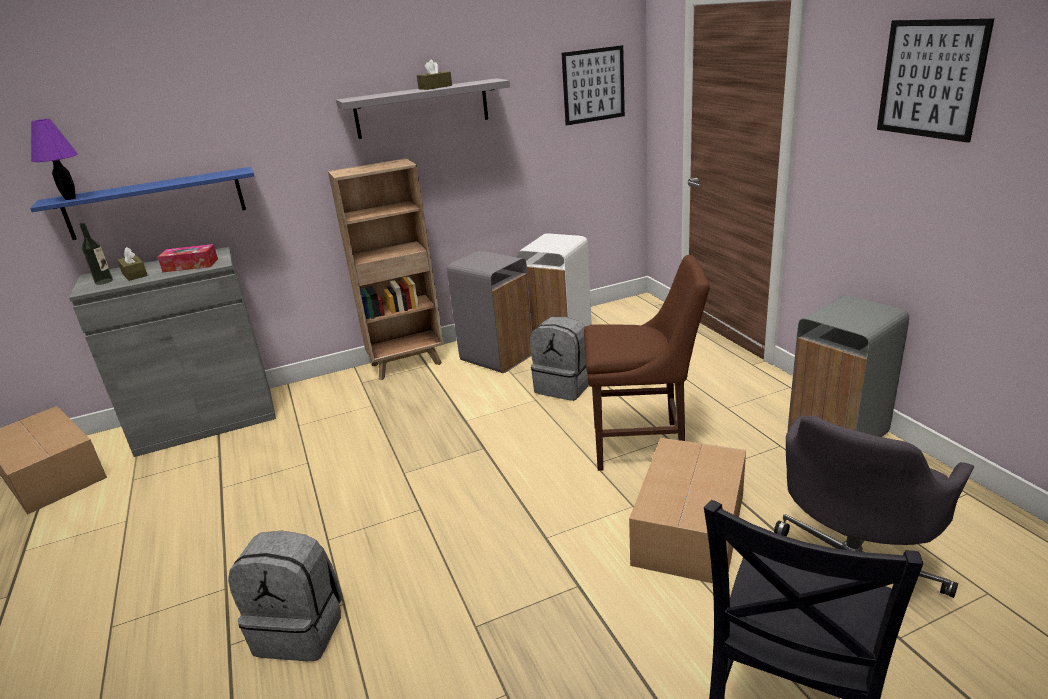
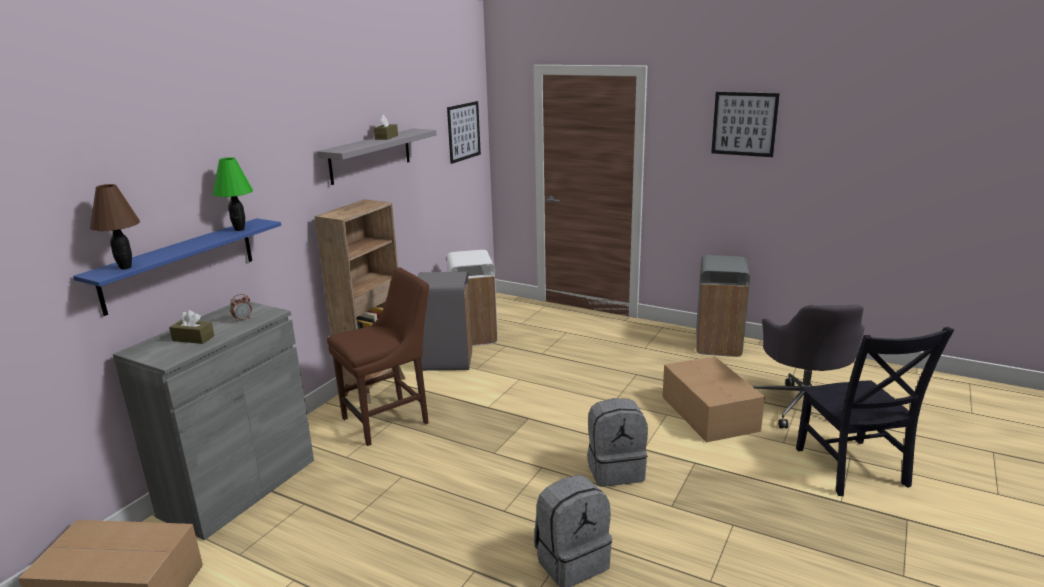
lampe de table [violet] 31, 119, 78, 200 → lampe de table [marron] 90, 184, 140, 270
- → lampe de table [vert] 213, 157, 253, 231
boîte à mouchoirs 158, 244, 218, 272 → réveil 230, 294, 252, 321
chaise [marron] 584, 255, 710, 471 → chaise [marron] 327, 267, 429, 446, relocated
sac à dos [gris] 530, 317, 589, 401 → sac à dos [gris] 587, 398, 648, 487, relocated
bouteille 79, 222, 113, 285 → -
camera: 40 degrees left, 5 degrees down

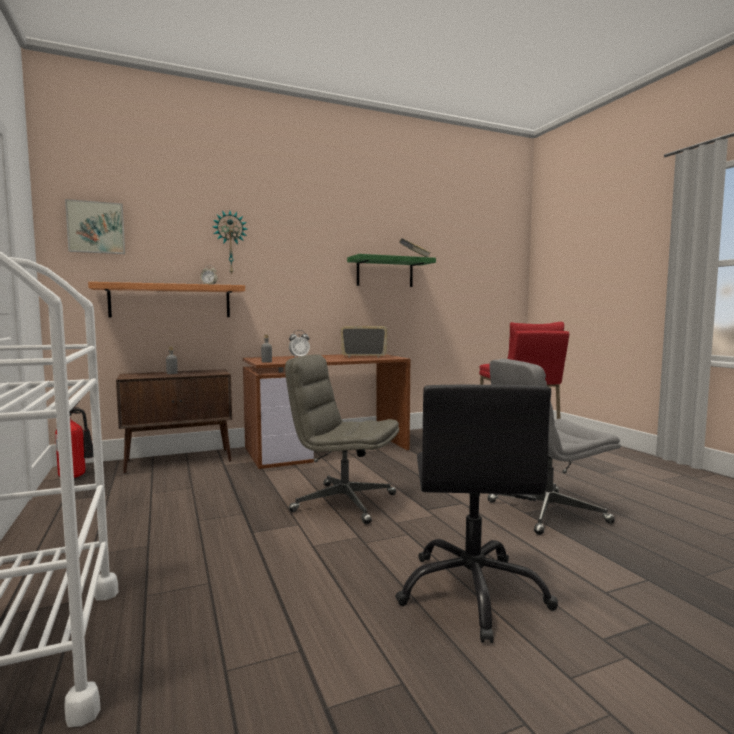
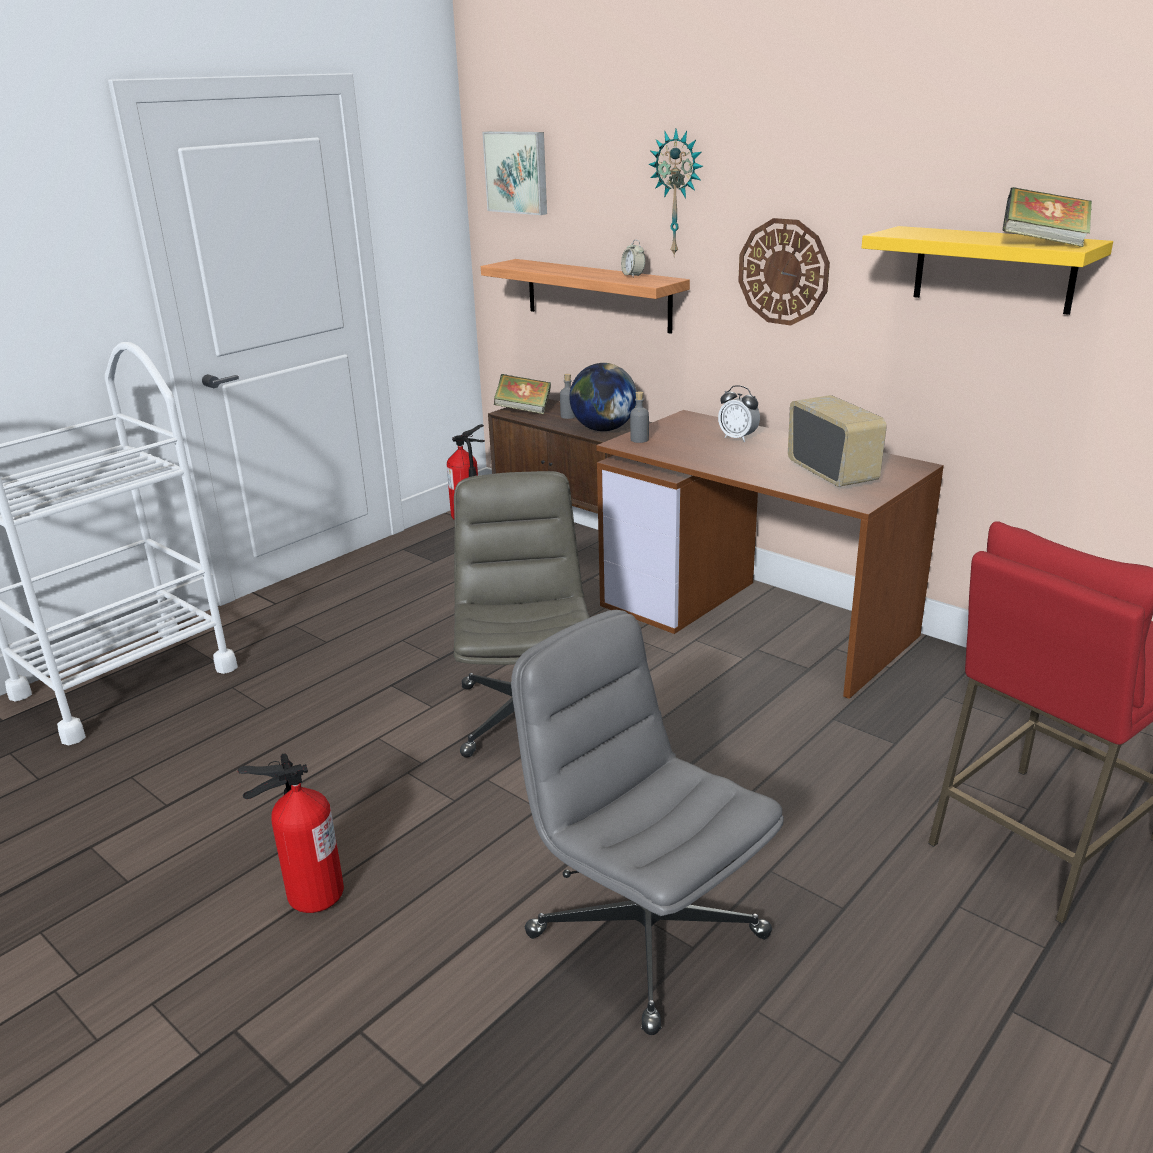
chaise de bureau [noir] 395, 385, 558, 643 → extincteur 238, 754, 344, 913
- → livre 494, 374, 551, 414
- → globe 569, 363, 637, 431
- → horloge murale 738, 218, 830, 325
étagère [vert] 347, 254, 436, 287 → étagère [jaune] 862, 226, 1113, 315
camera: 65 degrees right, 20 degrees up

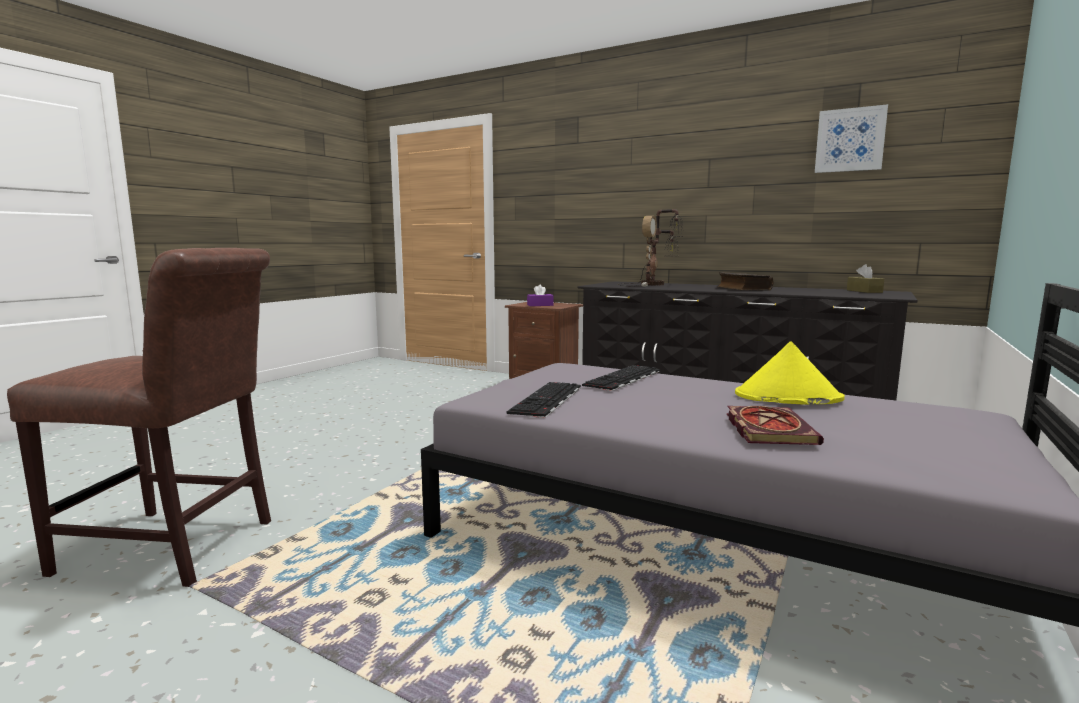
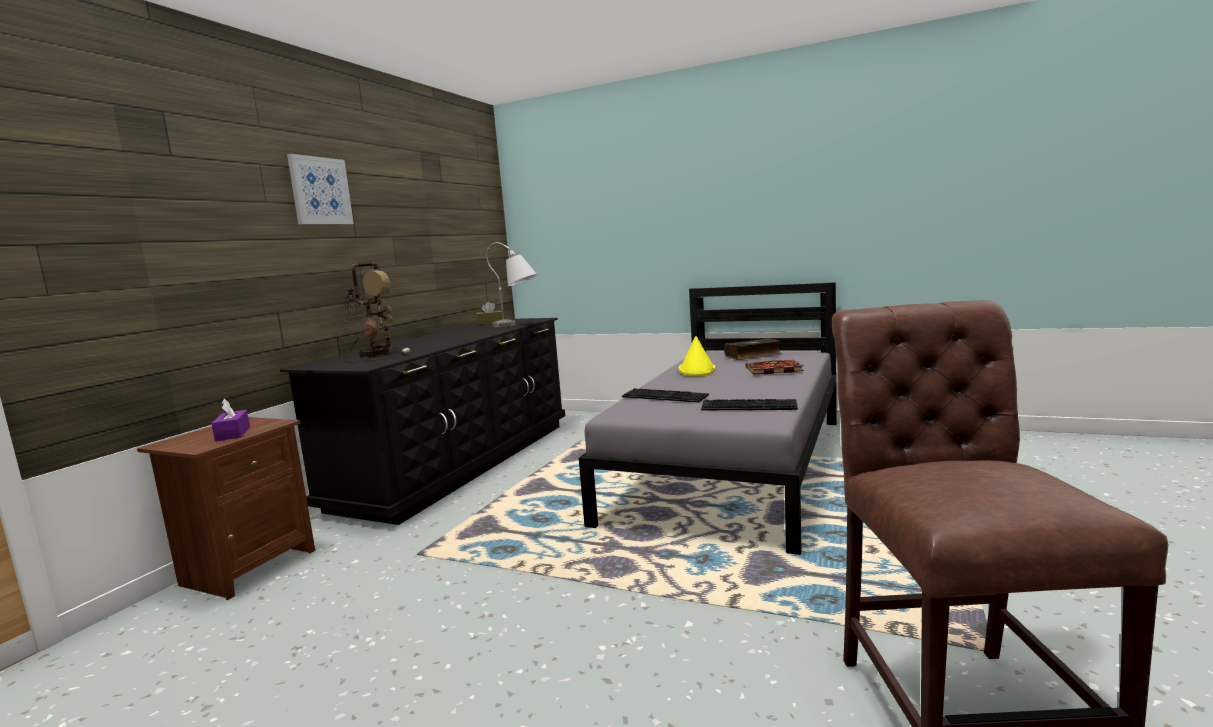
tableau 815, 104, 888, 173 → tableau 287, 154, 354, 224, relocated
- → lampe de table [gris] 486, 242, 537, 327
livre 717, 272, 774, 291 → livre 724, 338, 781, 360, relocated
camera: 95 degrees left, 0 degrees up

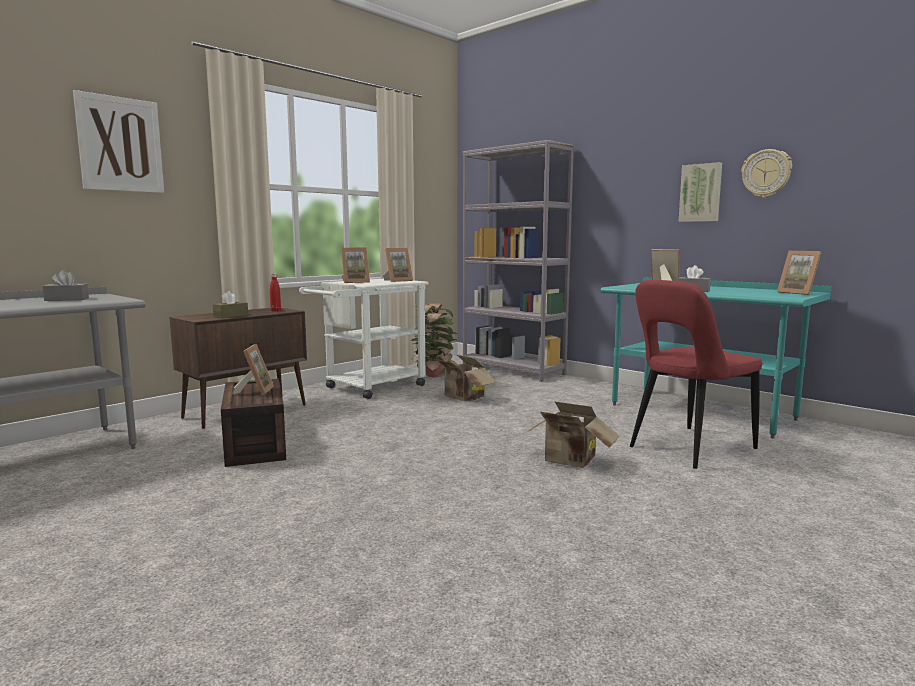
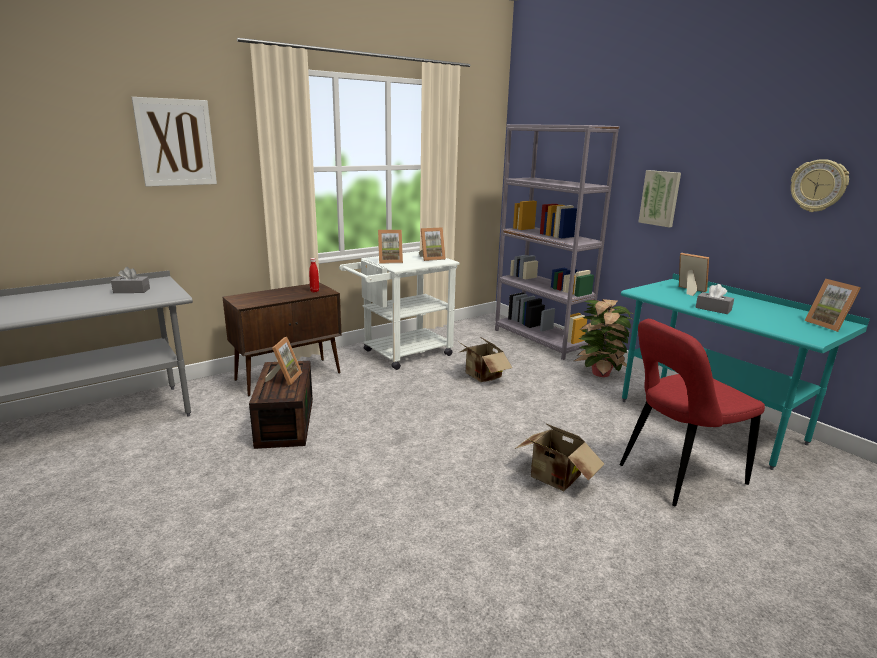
plante en pot 408, 304, 458, 377 → plante en pot 574, 299, 633, 377, relocated
tableau 679, 162, 722, 222 → tableau 639, 170, 681, 227, relocated
boîte à mouchoirs [marron] 213, 291, 248, 318 → -
camera: 10 degrees right, 10 degrees up

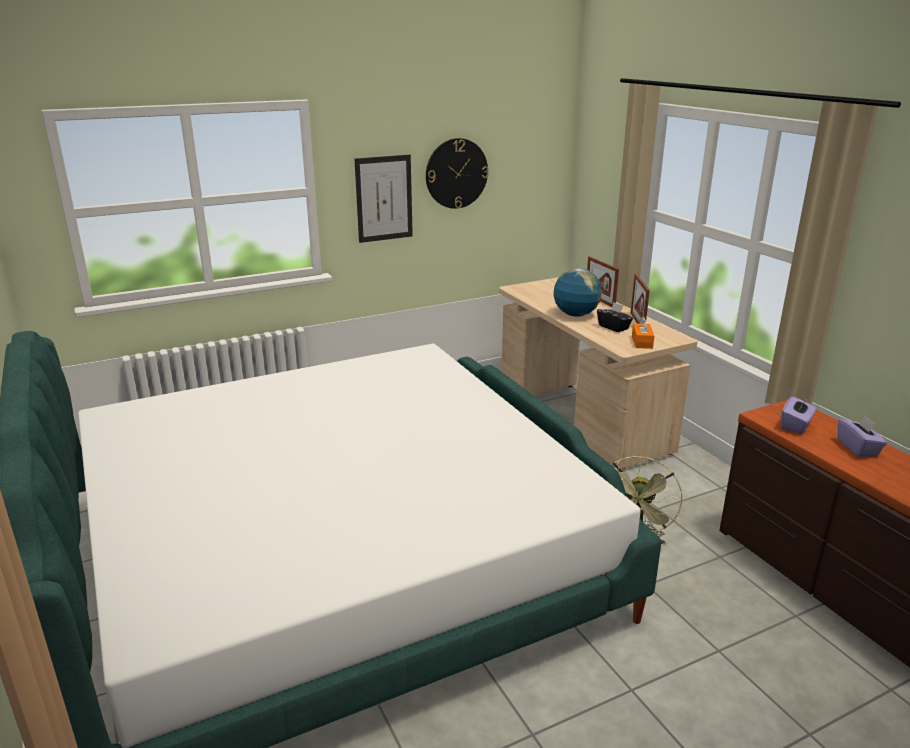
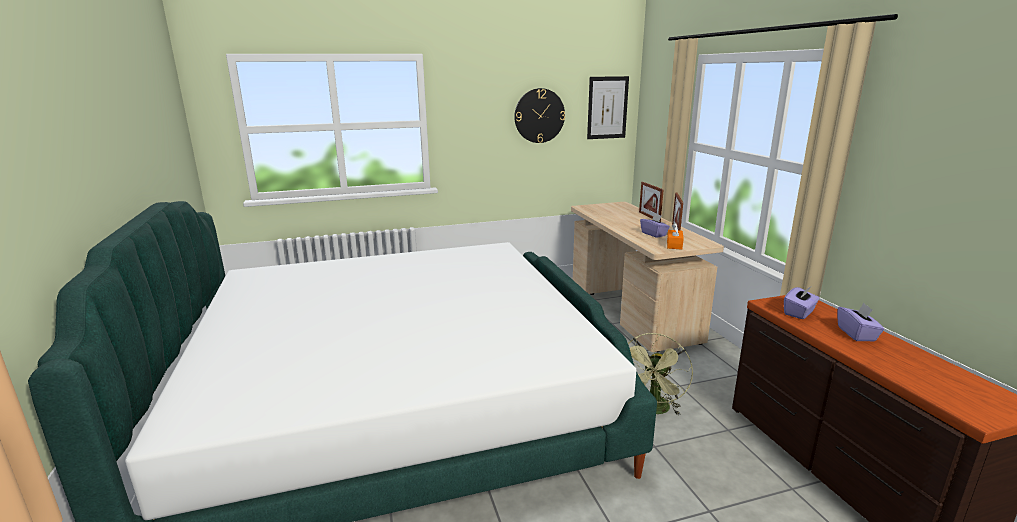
tableau 355, 155, 413, 243 → tableau 587, 76, 629, 139, relocated
boîte à mouchoirs [noir] 597, 302, 633, 332 → boîte à mouchoirs [violet] 640, 213, 670, 238
globe 553, 268, 602, 317 → -
camera: 10 degrees right, 5 degrees down

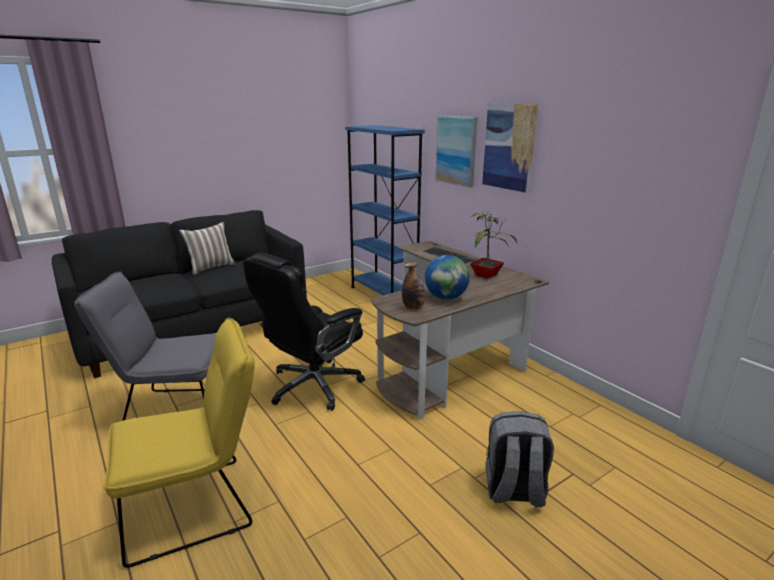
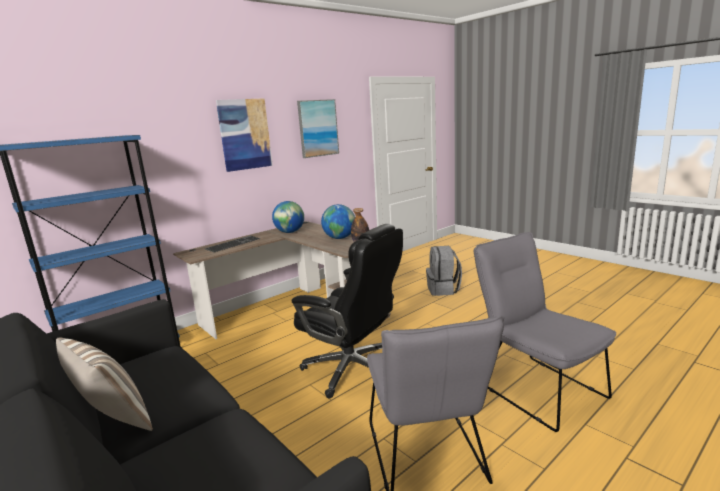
plante en pot 470, 213, 517, 279 → globe 272, 201, 304, 233
tableau 435, 115, 478, 188 → tableau 297, 99, 339, 158, relocated
chaise [jaune] 103, 318, 255, 568 → chaise [gris] 474, 232, 616, 432
camera: 95 degrees left, 5 degrees down

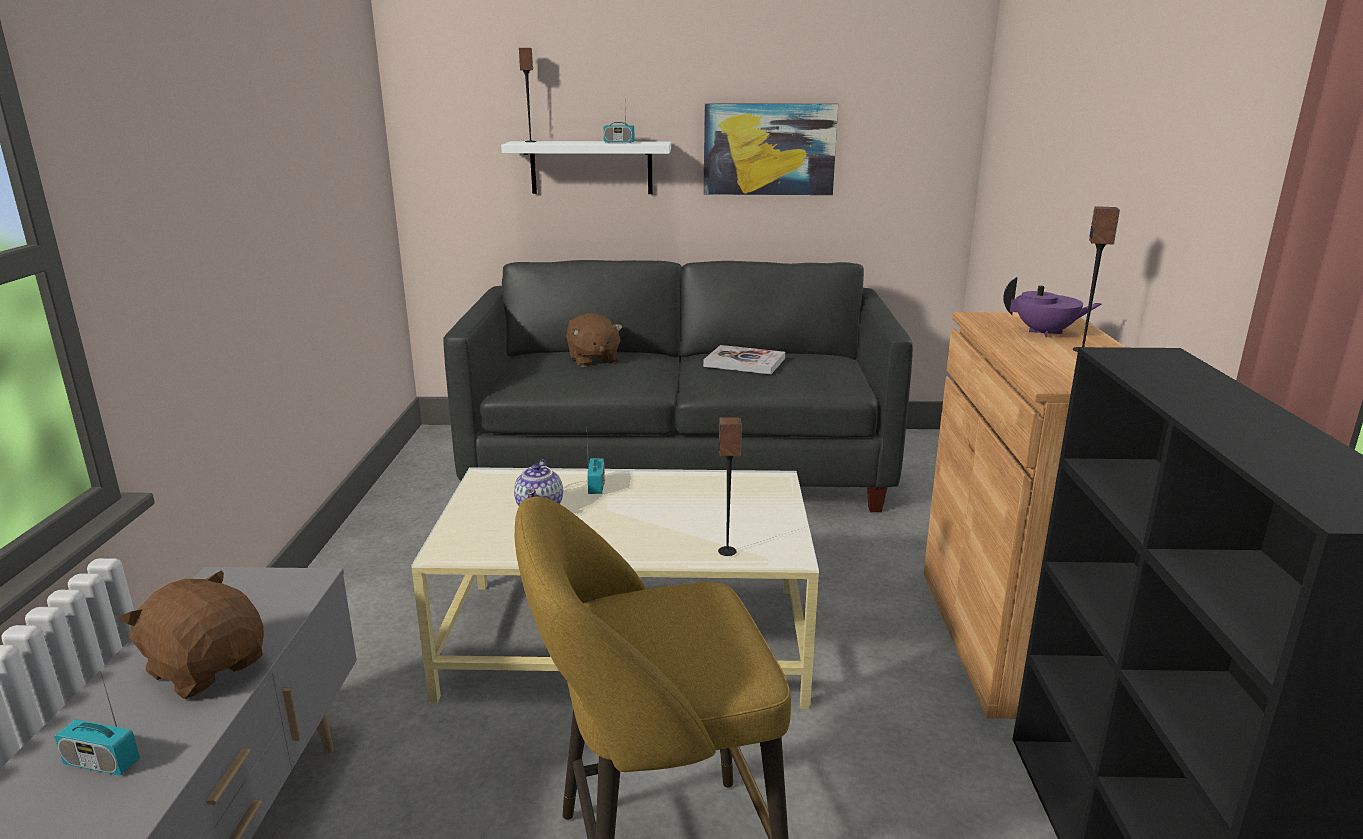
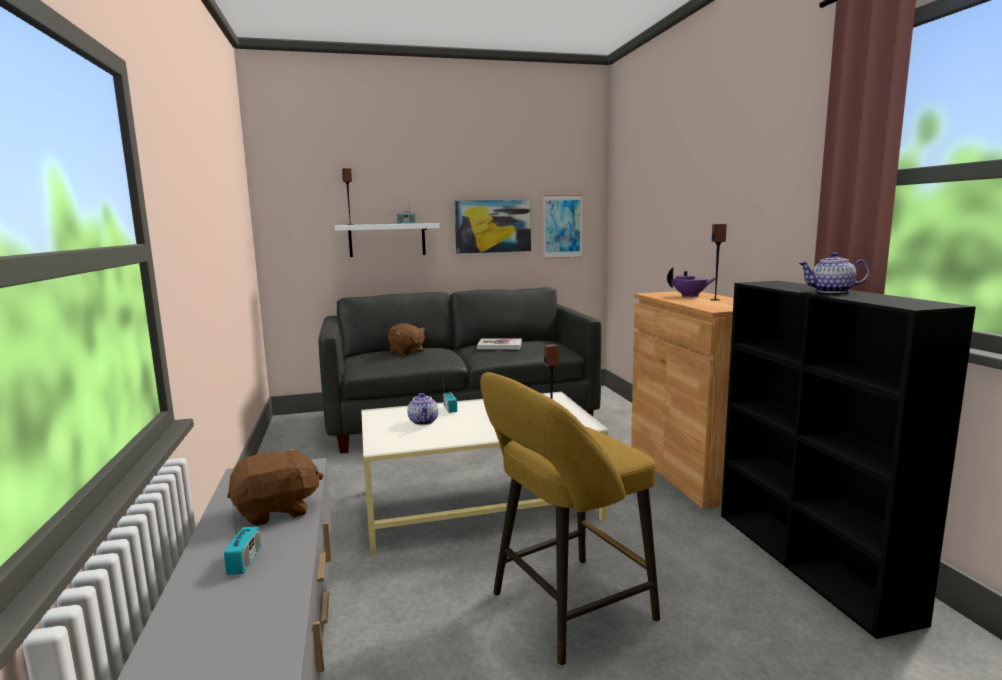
radio 54, 670, 140, 776 → radio 224, 492, 261, 574, 90 degrees counterclockwise
peluche [marron] 119, 571, 264, 699 → peluche [marron] 227, 448, 324, 526, 135 degrees clockwise
- → tableau 543, 195, 583, 259
- → théière 799, 252, 870, 293
camera: 15 degrees left, 10 degrees down

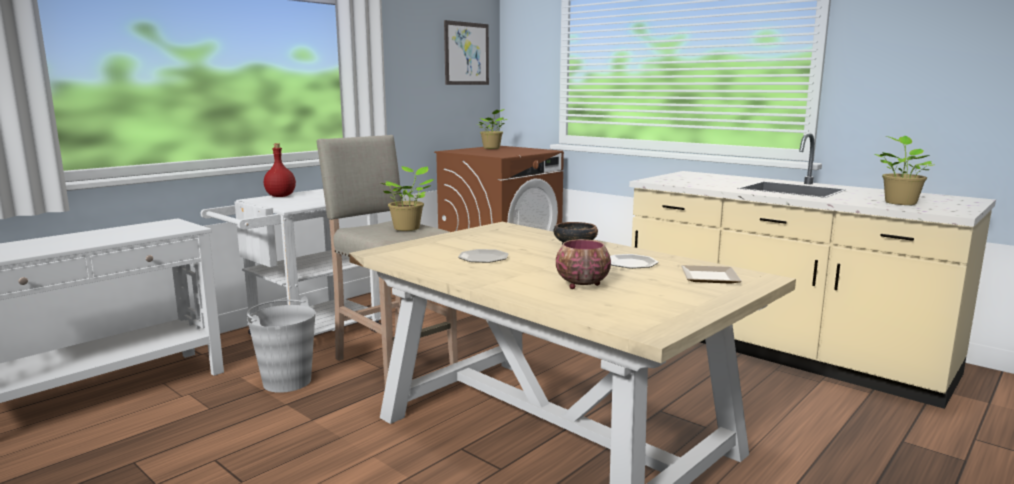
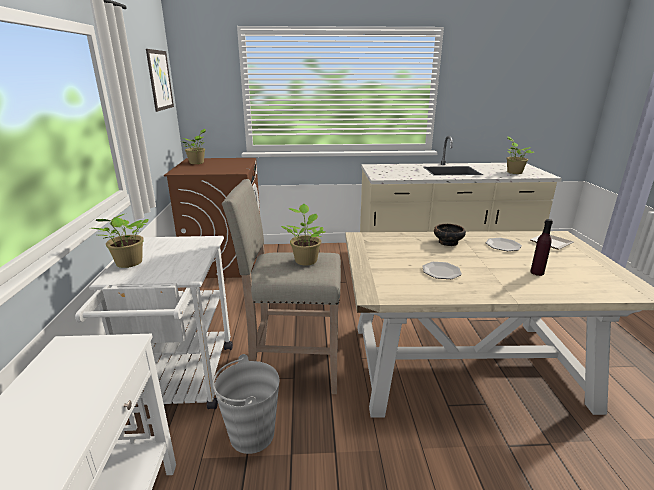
bouteille [rouge] 264, 144, 296, 197 → plante en pot 91, 213, 149, 268
bol 556, 239, 611, 289 → bouteille [violet] 530, 219, 553, 276
camera: 45 degrees left, 10 degrees up

